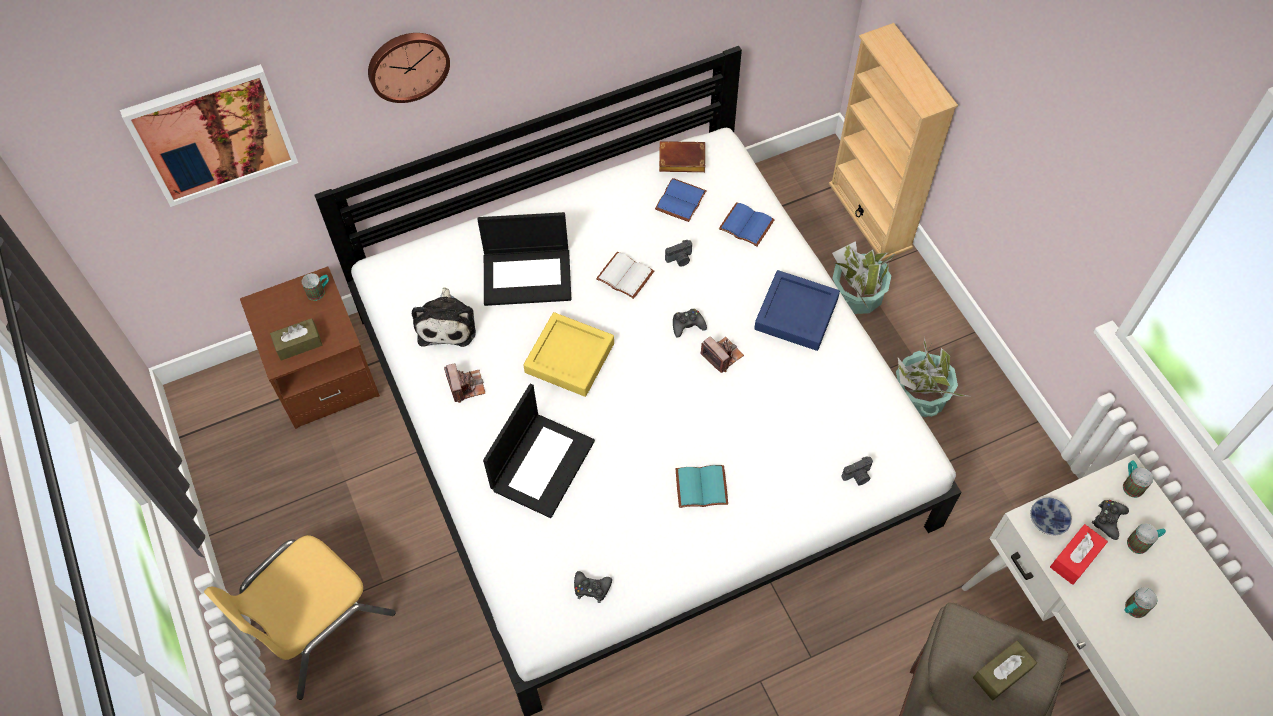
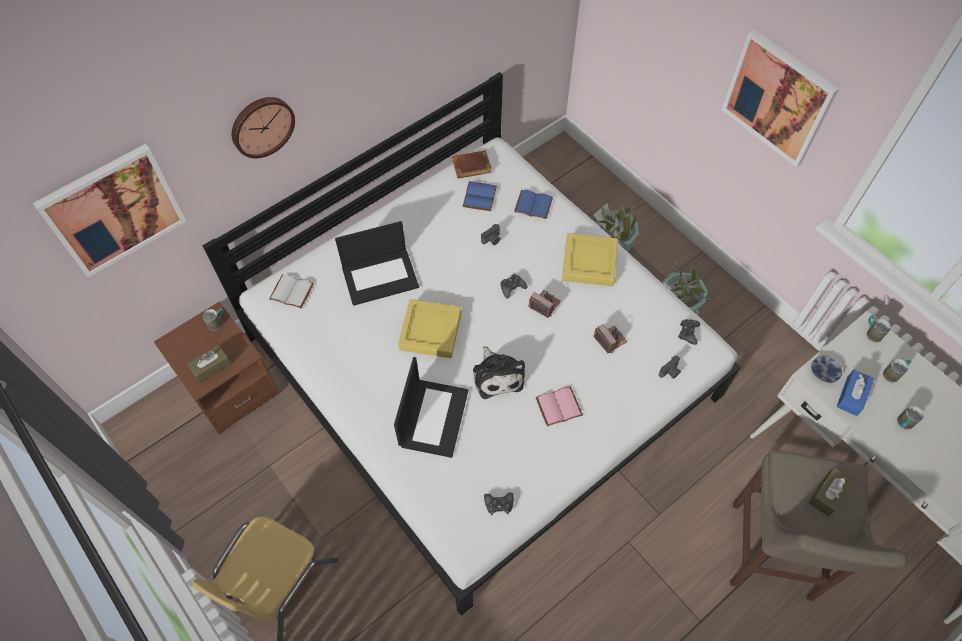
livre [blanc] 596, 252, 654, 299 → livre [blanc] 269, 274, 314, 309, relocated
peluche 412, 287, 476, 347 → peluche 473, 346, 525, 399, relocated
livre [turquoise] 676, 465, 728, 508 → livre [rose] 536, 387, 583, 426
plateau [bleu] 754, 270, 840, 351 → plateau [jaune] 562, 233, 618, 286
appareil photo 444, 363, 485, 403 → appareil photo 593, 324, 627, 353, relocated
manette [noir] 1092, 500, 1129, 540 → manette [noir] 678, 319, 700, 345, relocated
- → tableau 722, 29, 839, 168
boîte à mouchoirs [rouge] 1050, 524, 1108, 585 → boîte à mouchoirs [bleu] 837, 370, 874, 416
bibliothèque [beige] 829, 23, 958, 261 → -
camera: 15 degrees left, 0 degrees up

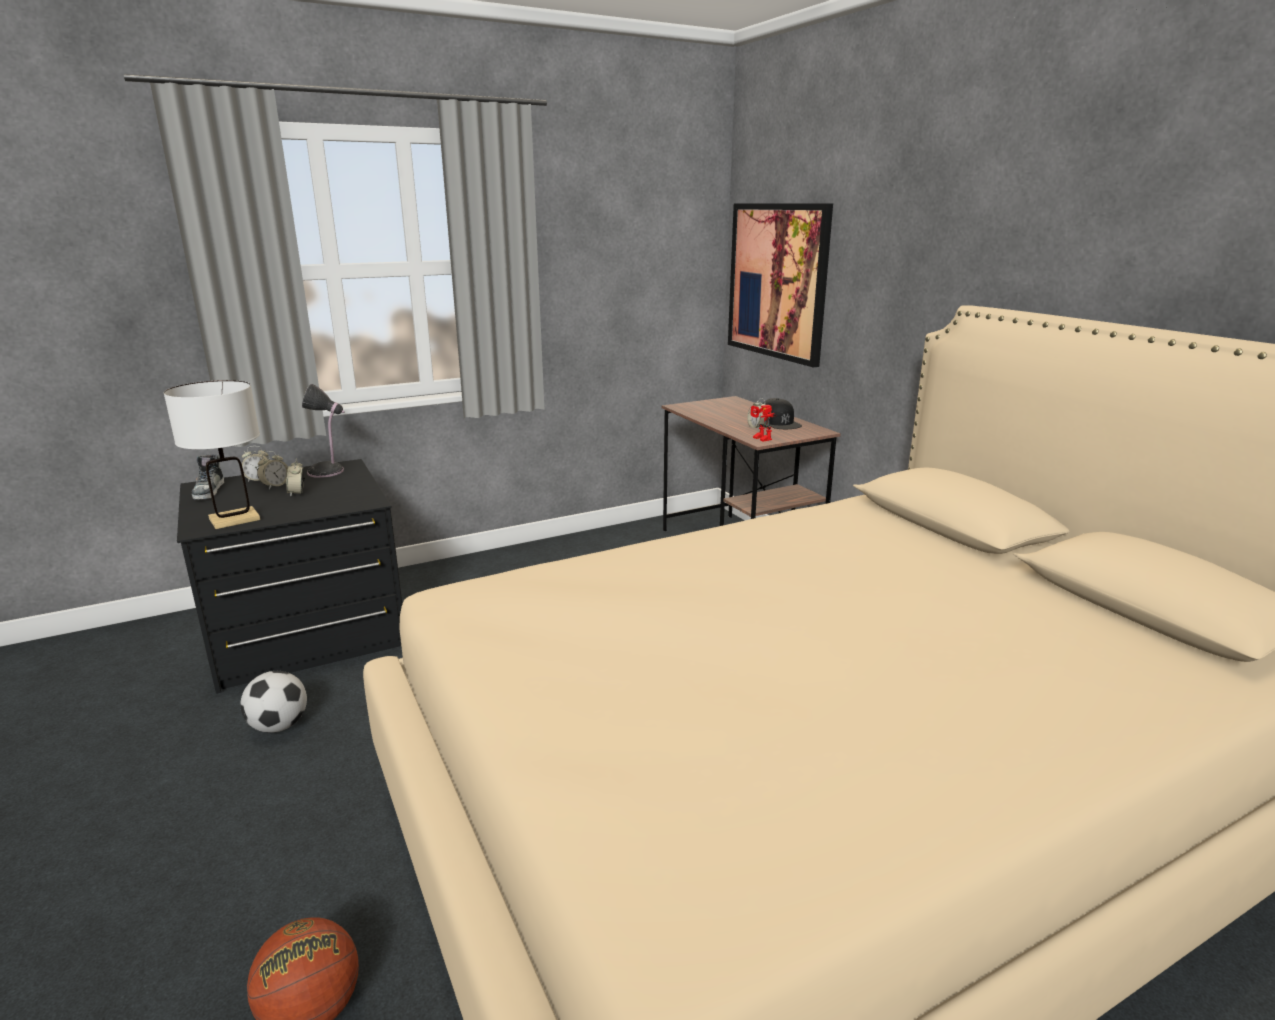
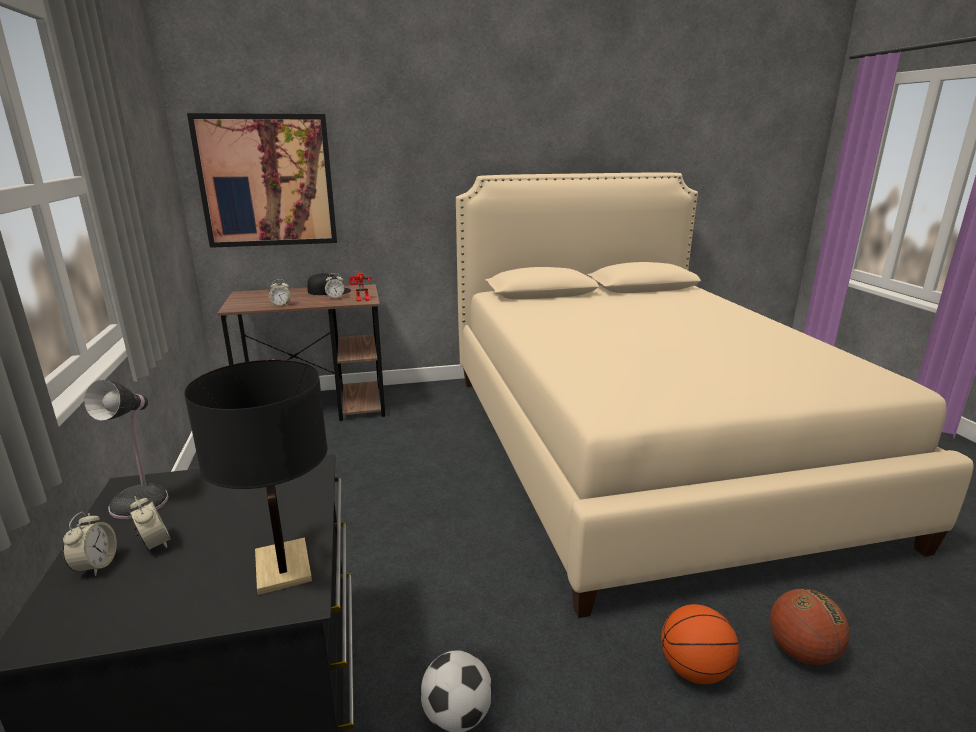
lampe de table [blanc] 164, 380, 260, 529 → lampe de table [noir] 184, 360, 327, 595
réveil 286, 458, 305, 496 → réveil 269, 279, 291, 306, relocated
- → ballon de basket 661, 604, 739, 684
chaussure 192, 454, 224, 500 → -
camera: 75 degrees left, 0 degrees up

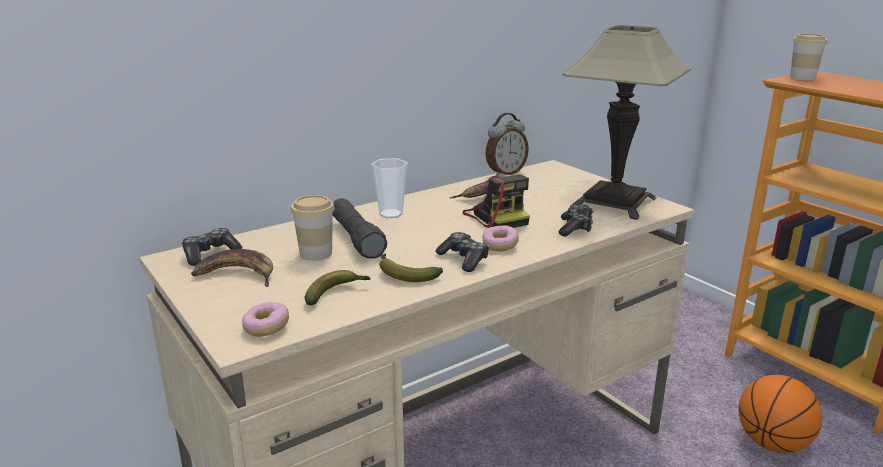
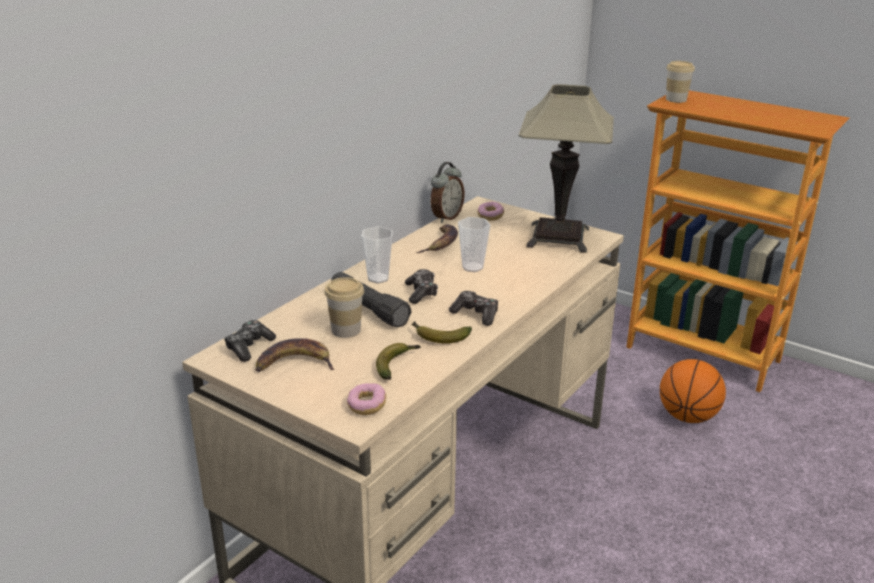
manette 559, 204, 594, 237 → manette 405, 269, 438, 304, relocated
appareil photo 463, 174, 530, 228 → tasse 458, 217, 490, 272
beignet 482, 225, 519, 251 → beignet 477, 202, 504, 221, relocated
camera: 20 degrees left, 5 degrees up

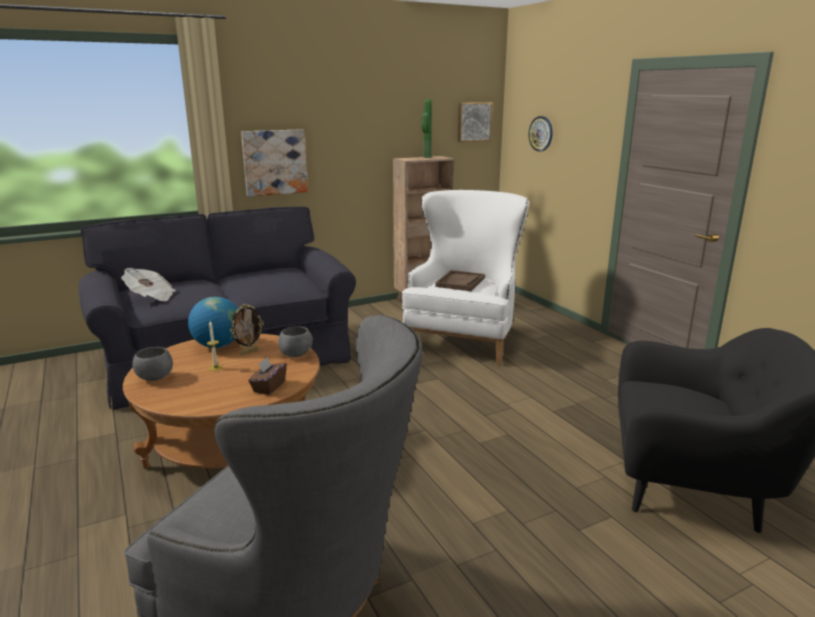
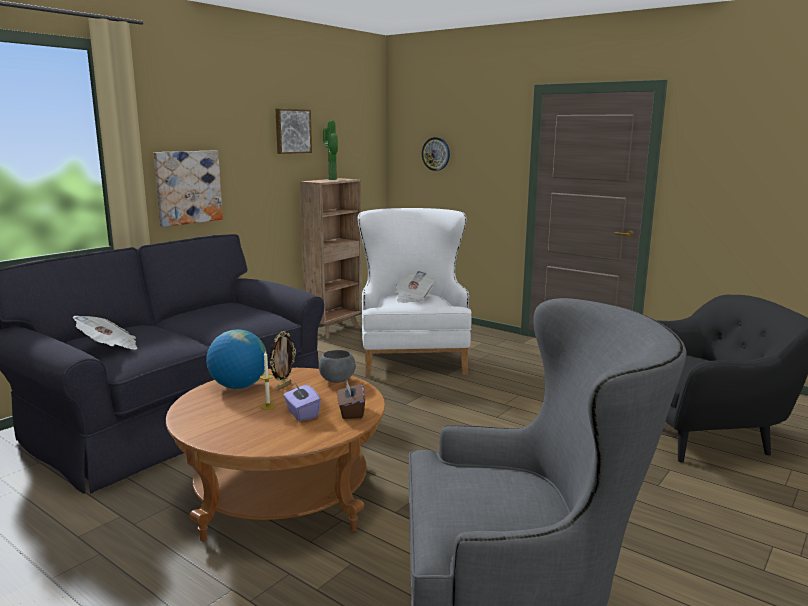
tableau 458, 102, 493, 142 → tableau 275, 109, 312, 154, relocated
- → boîte à mouchoirs [violet] 283, 381, 321, 421
plateau [marron] 435, 270, 485, 291 → journal 395, 271, 435, 303
bol [gris] 133, 347, 173, 381 → -
camera: 25 degrees left, 5 degrees down

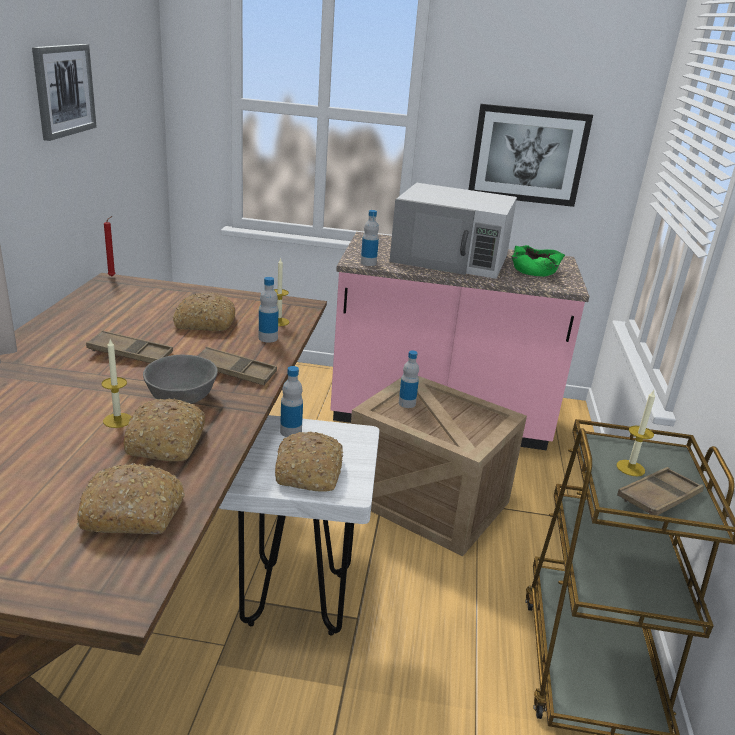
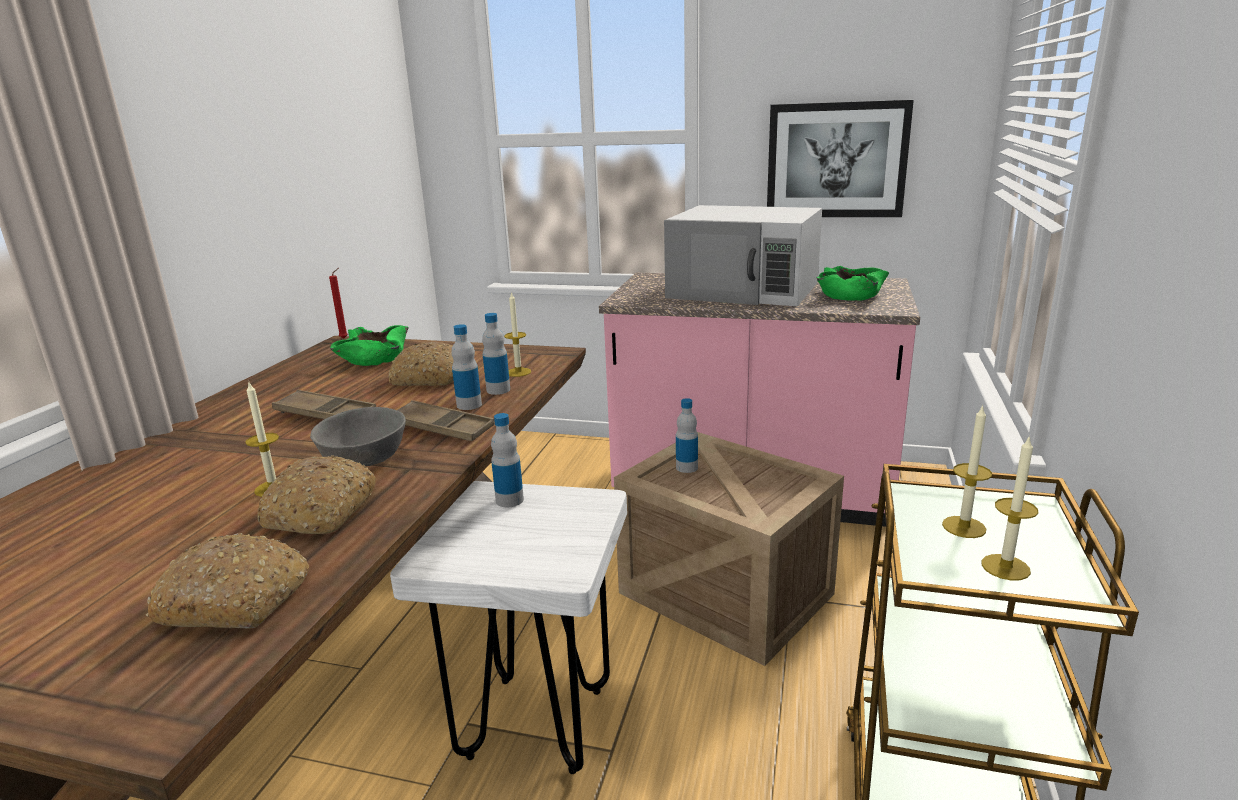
- → bol [vert] 330, 325, 409, 366
bouteille 361, 210, 379, 266 → bouteille 451, 324, 482, 410, relocated
plateau [marron] 617, 467, 704, 516 → bougie 982, 435, 1039, 581
tableau 32, 44, 97, 141 → -
pain 275, 432, 343, 492 → -
camera: 10 degrees right, 5 degrees down

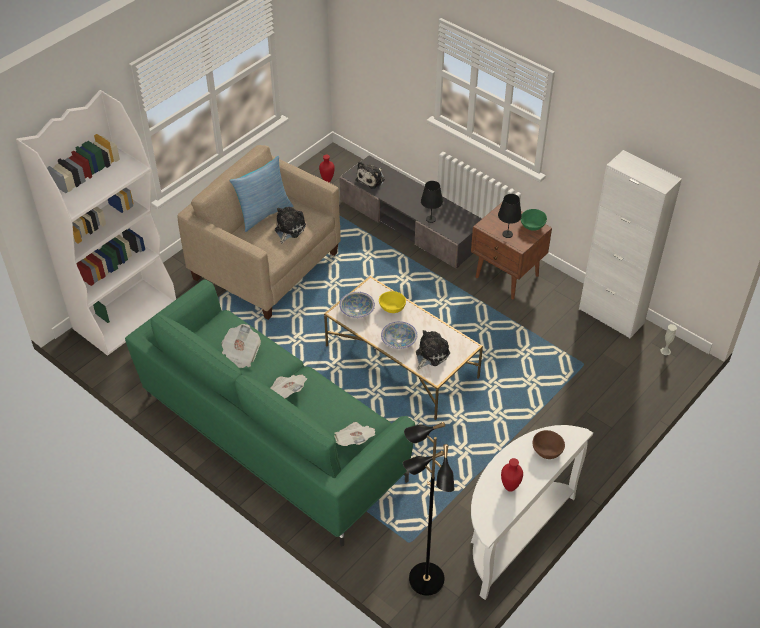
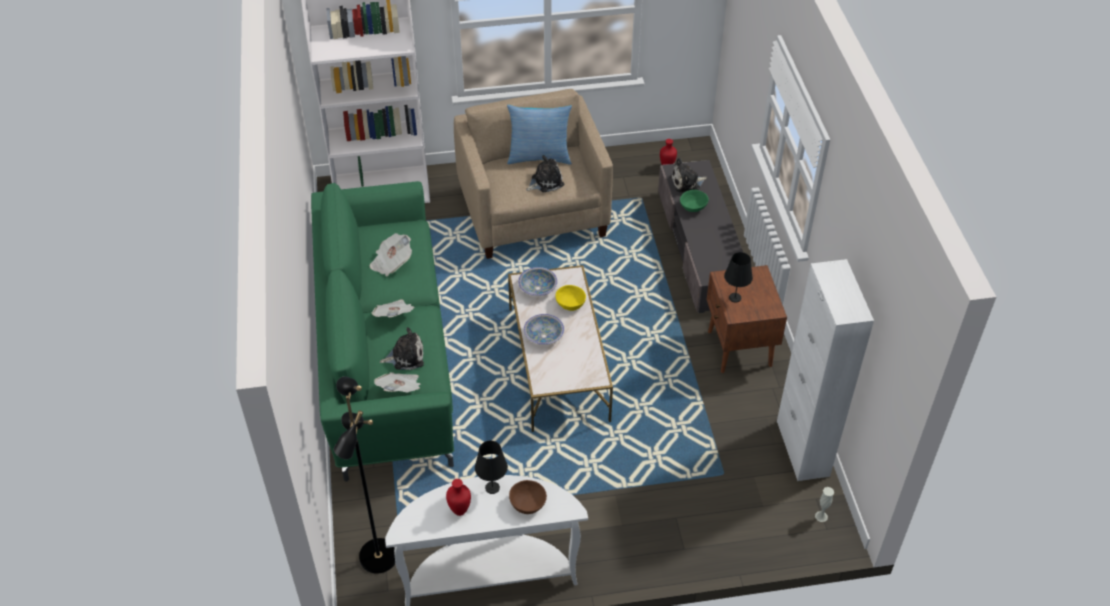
peluche 416, 330, 450, 369 → peluche 380, 327, 424, 370, relocated
lampe de table [noir] 421, 181, 443, 223 → lampe de table [noir] 475, 441, 508, 494, relocated
bol [vert] 521, 209, 547, 231 → bol [vert] 680, 190, 709, 212, relocated
camera: 40 degrees right, 0 degrees up

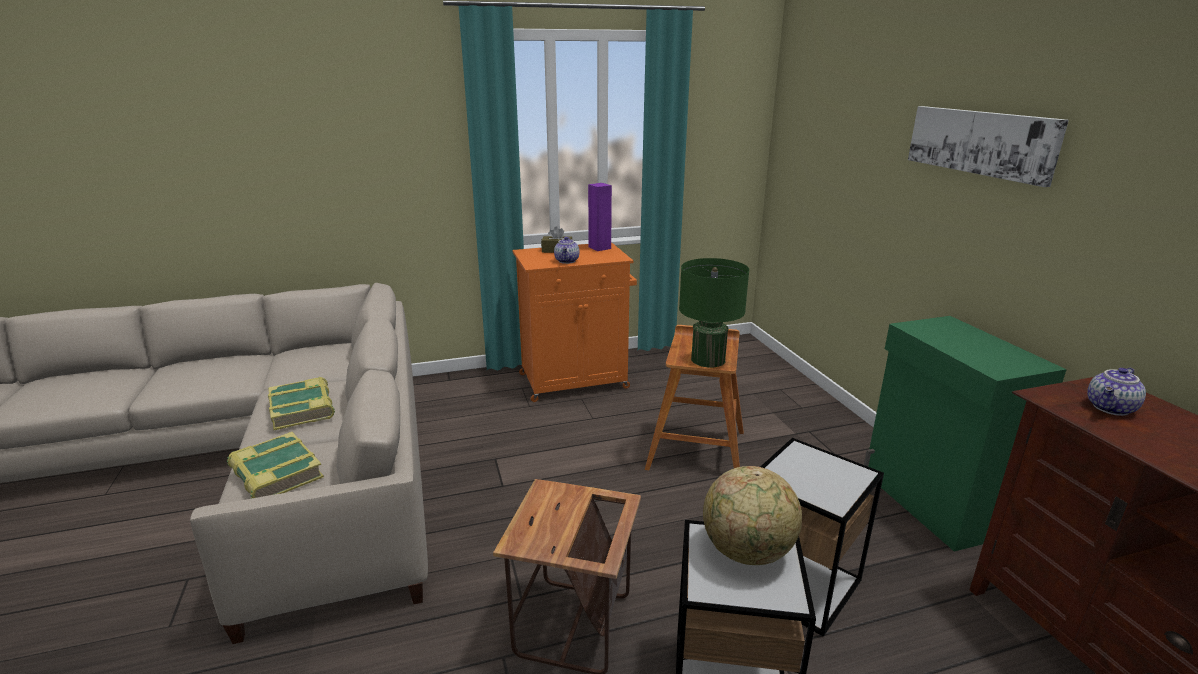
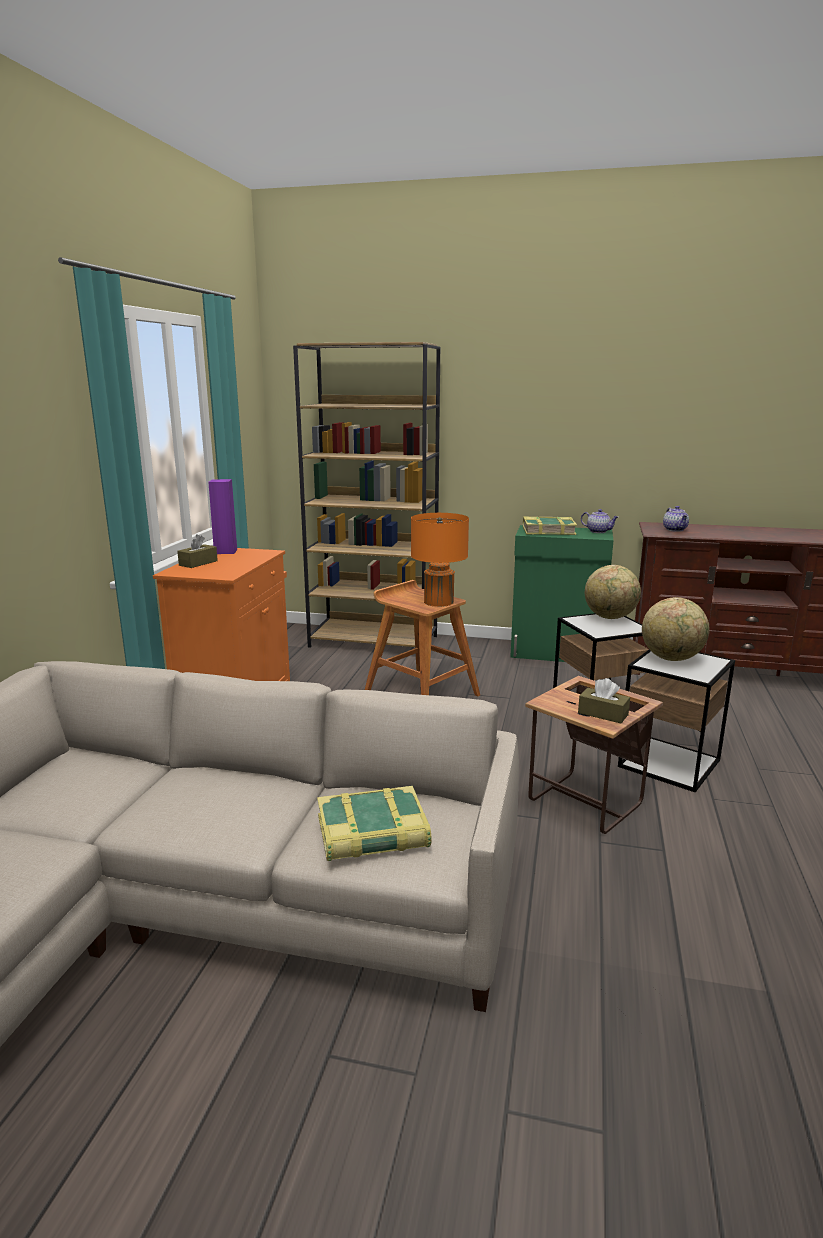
- → bibliothèque [marron] 293, 342, 440, 648
lampe de table [vert] 679, 258, 749, 367 → lampe de table [orange] 411, 513, 469, 607
livre 268, 377, 335, 430 → livre 523, 517, 577, 535, relocated
- → boîte à mouchoirs [marron] 578, 678, 630, 723
théière 554, 237, 579, 264 → théière 581, 509, 618, 533, relocated
- → globe 585, 565, 641, 619
tableau 908, 106, 1069, 187 → -
camera: 60 degrees left, 5 degrees down

